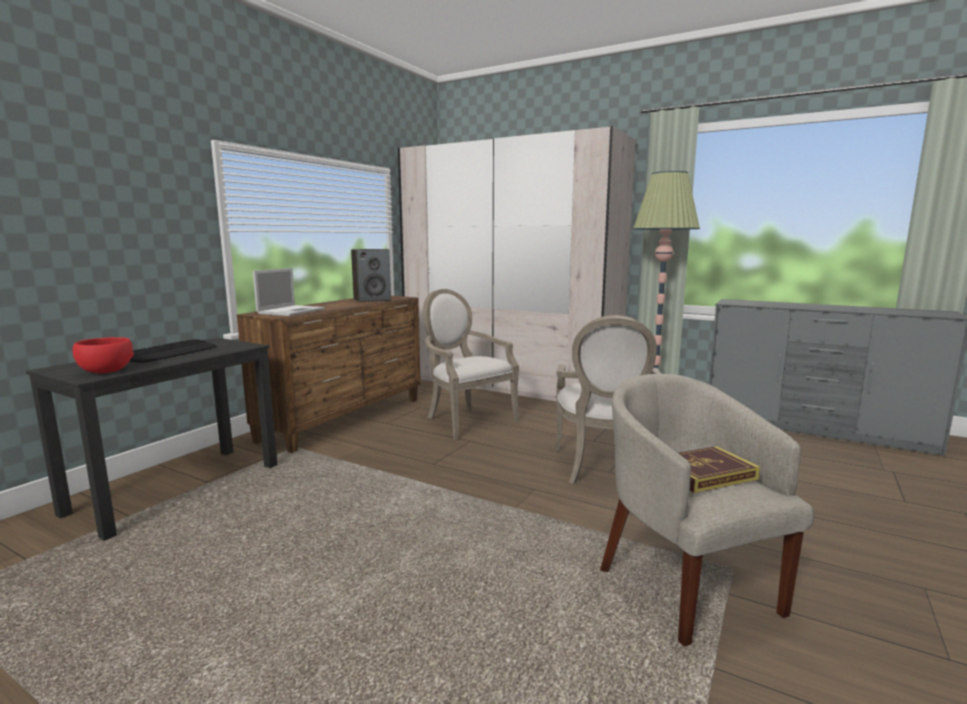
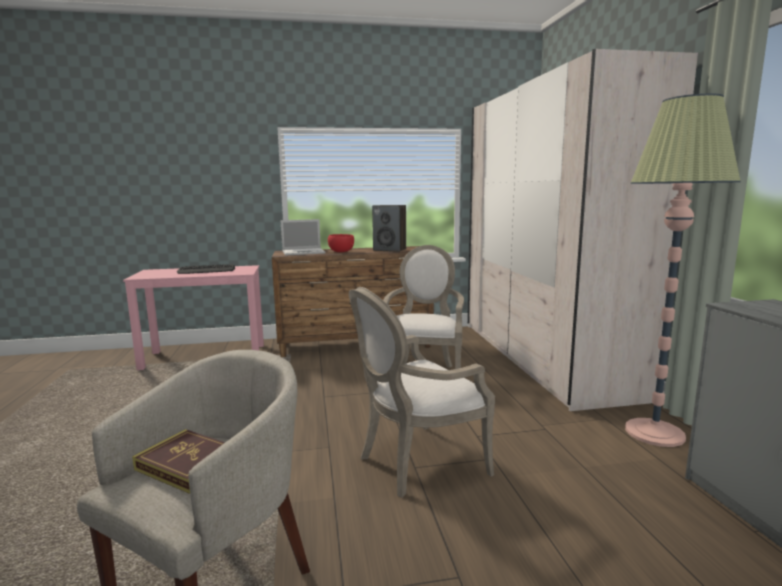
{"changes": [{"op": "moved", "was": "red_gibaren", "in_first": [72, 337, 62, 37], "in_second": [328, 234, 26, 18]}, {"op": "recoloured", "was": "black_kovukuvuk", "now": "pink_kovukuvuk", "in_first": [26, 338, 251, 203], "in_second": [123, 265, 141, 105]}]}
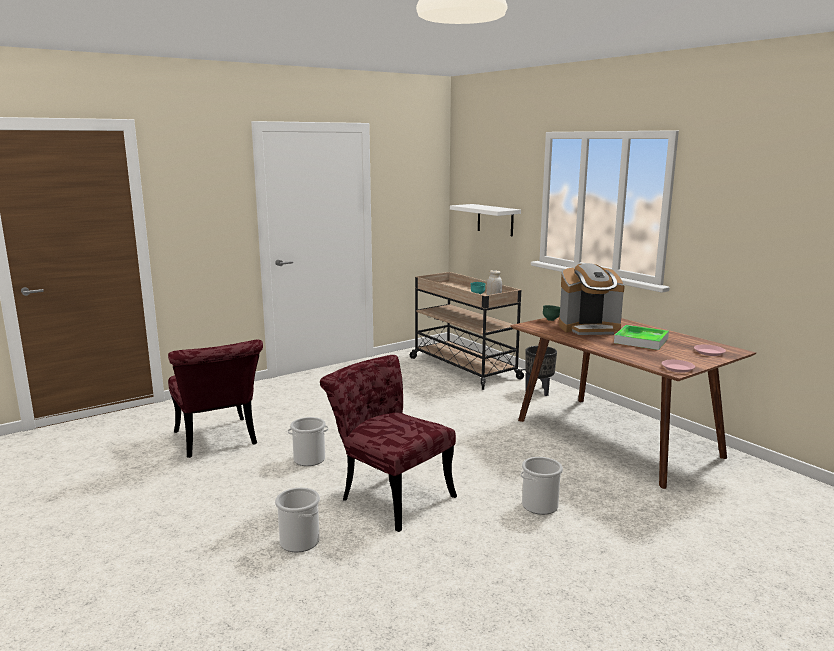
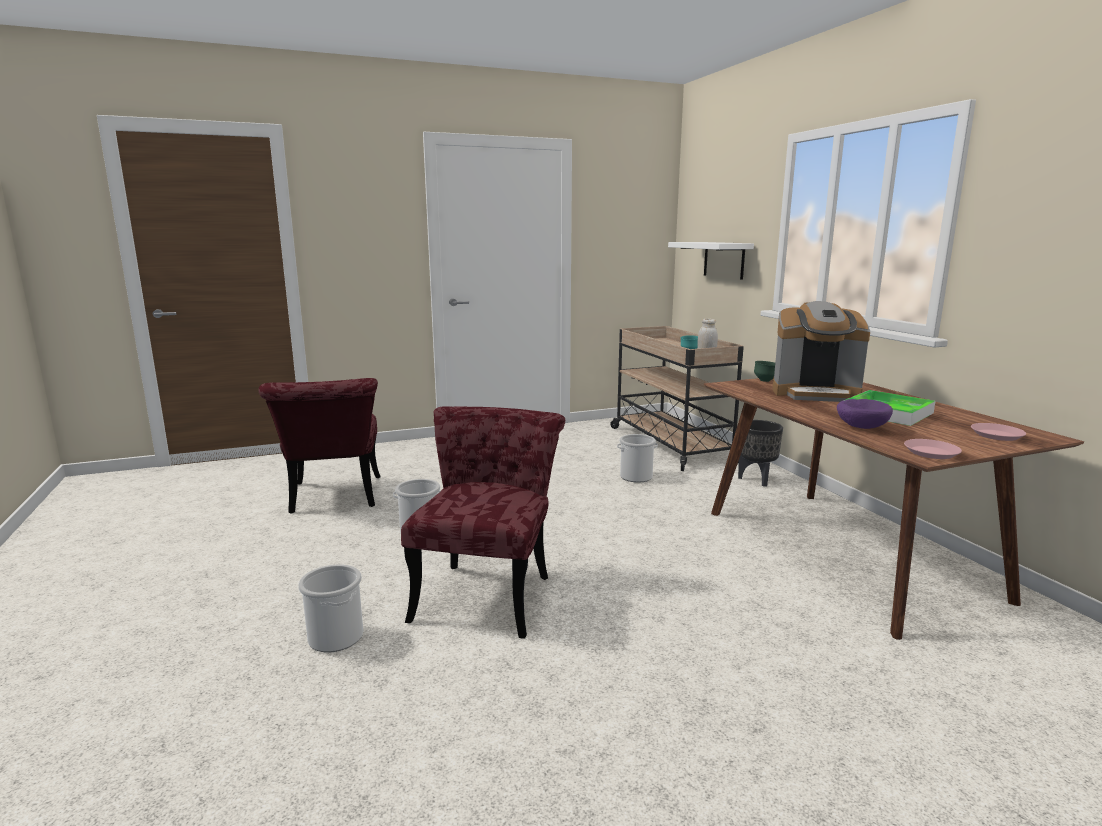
{"changes": [{"op": "added", "now": "purple_gibaren", "in_second": [837, 399, 56, 30]}, {"op": "moved", "was": "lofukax", "in_first": [521, 457, 42, 58], "in_second": [617, 434, 41, 49]}, {"op": "turned", "was": "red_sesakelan", "in_first": [320, 355, 137, 177], "in_second": [401, 406, 164, 233], "clockwise": 45}]}
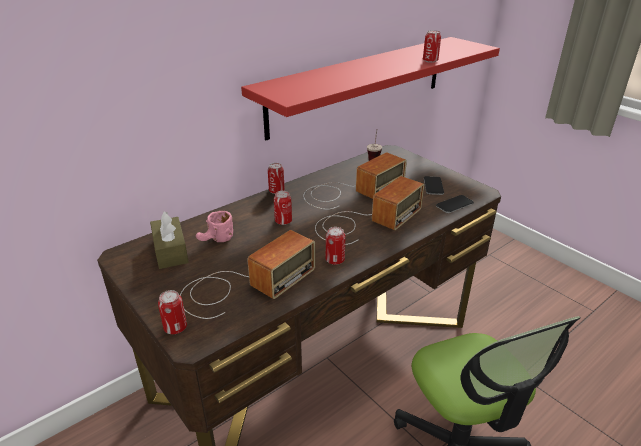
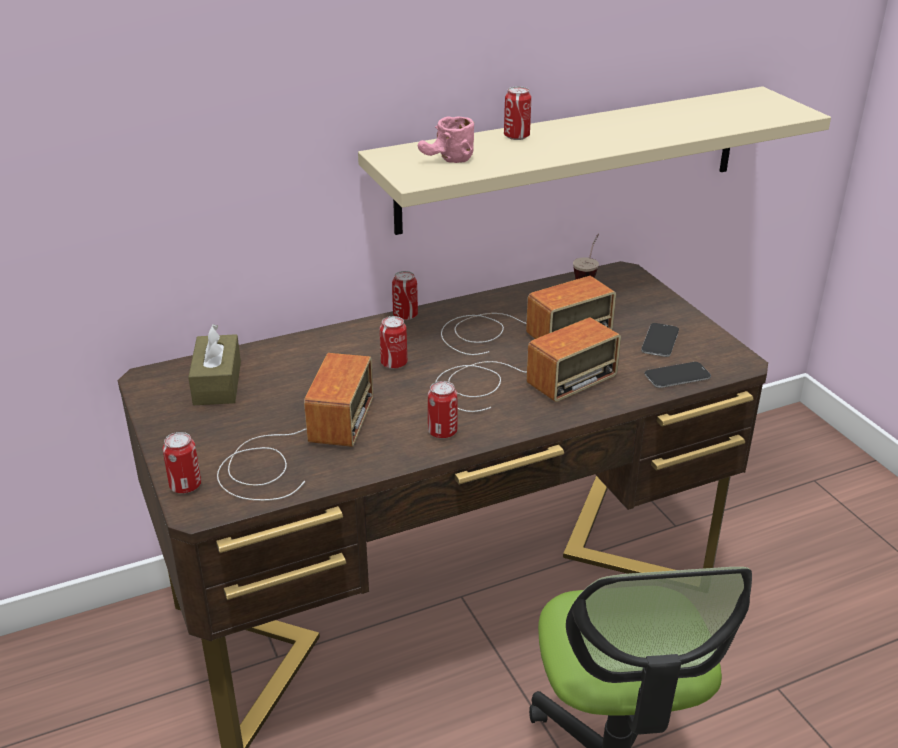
{"changes": [{"op": "moved", "was": "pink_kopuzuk", "in_first": [196, 211, 37, 31], "in_second": [418, 116, 56, 47]}, {"op": "moved", "was": "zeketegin", "in_first": [423, 30, 18, 33], "in_second": [504, 86, 27, 54]}, {"op": "recoloured", "was": "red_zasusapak", "now": "beige_zasusapak", "in_first": [241, 37, 259, 103], "in_second": [358, 86, 473, 149]}, {"op": "turned", "was": "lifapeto", "in_first": [180, 230, 135, 89], "in_second": [217, 353, 156, 148], "clockwise": -45}]}
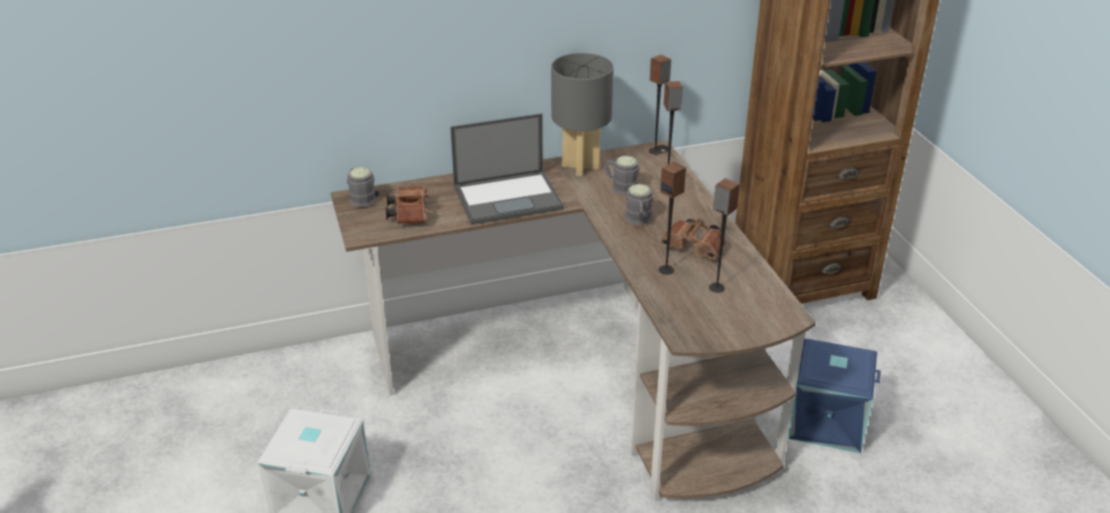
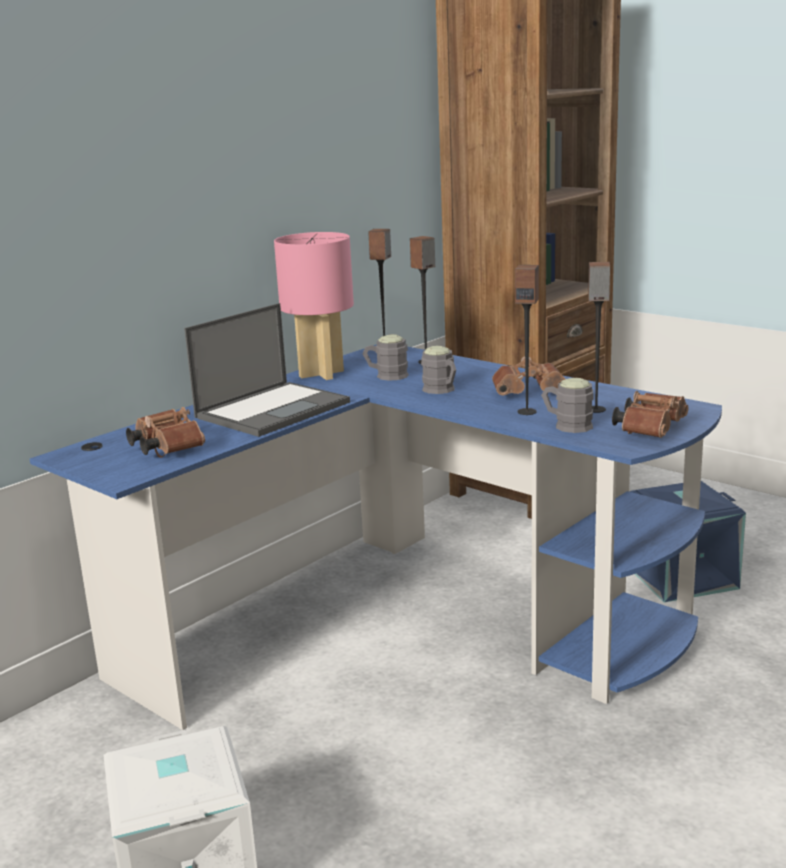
{"changes": [{"op": "added", "now": "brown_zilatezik", "in_second": [612, 391, 76, 47]}, {"op": "moved", "was": "grey_kopuzuk", "in_first": [347, 167, 30, 40], "in_second": [541, 378, 53, 55]}, {"op": "recoloured", "was": "brown_kovukuvuk", "now": "blue_kovukuvuk", "in_first": [331, 140, 485, 361], "in_second": [29, 344, 693, 386]}, {"op": "recoloured", "was": "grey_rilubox", "now": "pink_rilubox", "in_first": [551, 53, 62, 123], "in_second": [274, 232, 80, 148]}]}
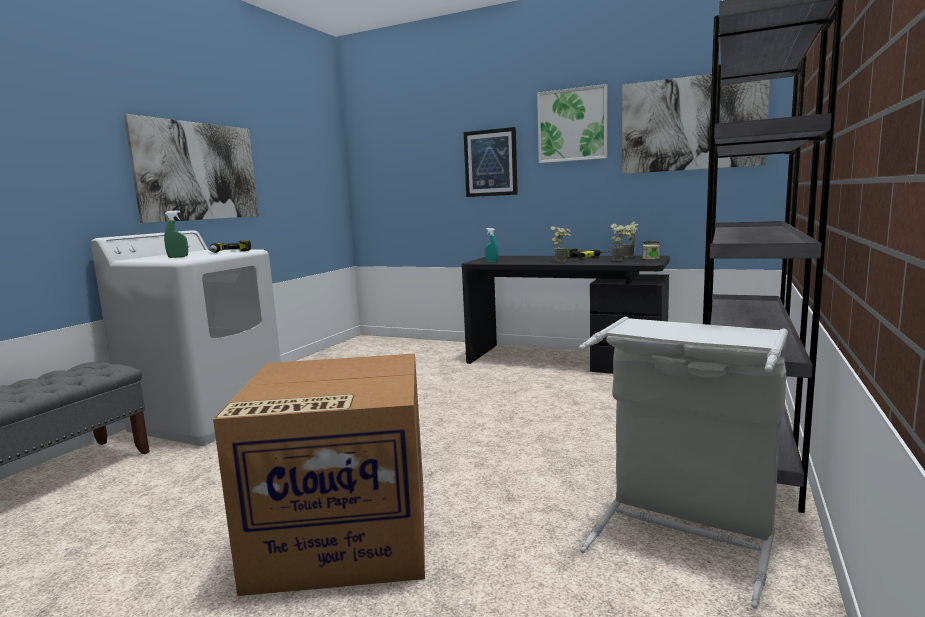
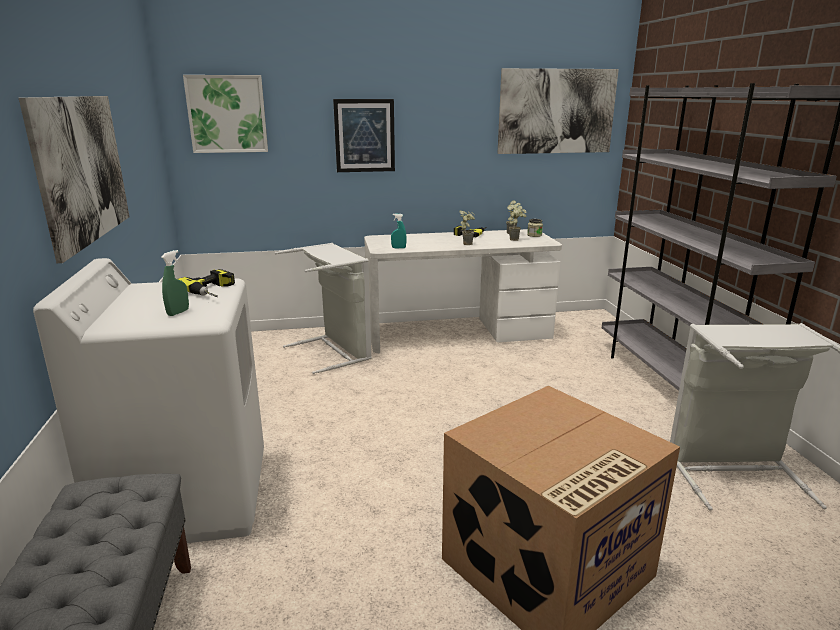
{"changes": [{"op": "added", "now": "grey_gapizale", "in_second": [274, 243, 98, 131]}, {"op": "moved", "was": "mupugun", "in_first": [537, 84, 71, 79], "in_second": [183, 75, 85, 78]}, {"op": "recoloured", "was": "black_kovukuvuk", "now": "white_kovukuvuk", "in_first": [462, 256, 208, 118], "in_second": [364, 229, 198, 124]}]}
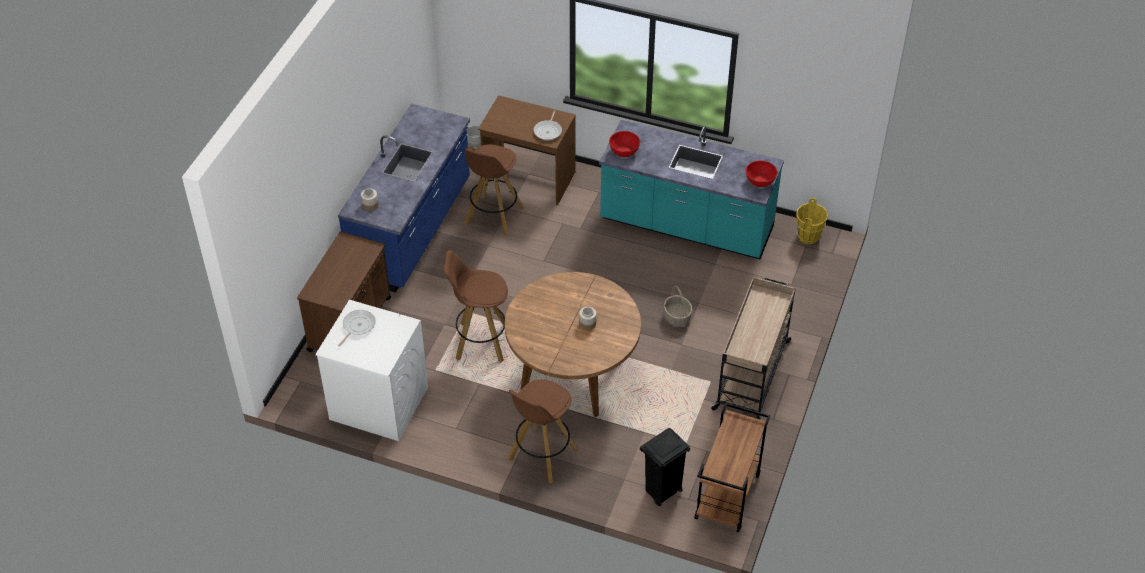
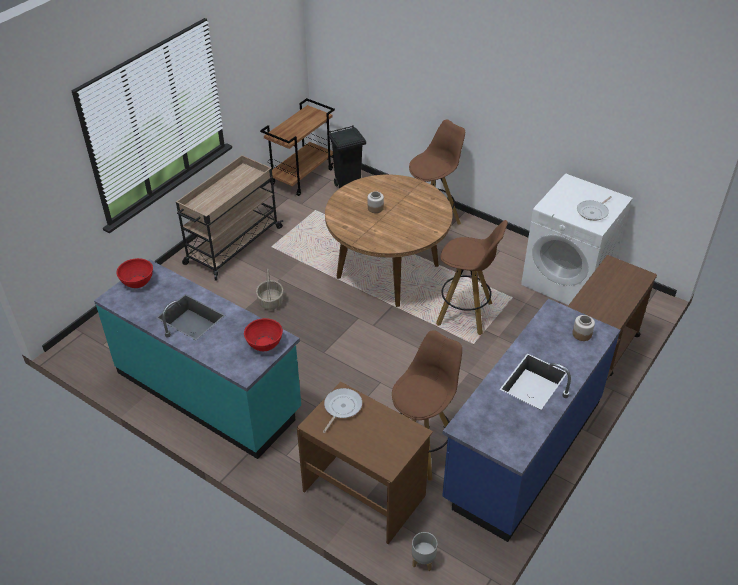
{"changes": [{"op": "removed", "was": "yellow_lofukax", "in_first": [796, 198, 32, 46]}]}
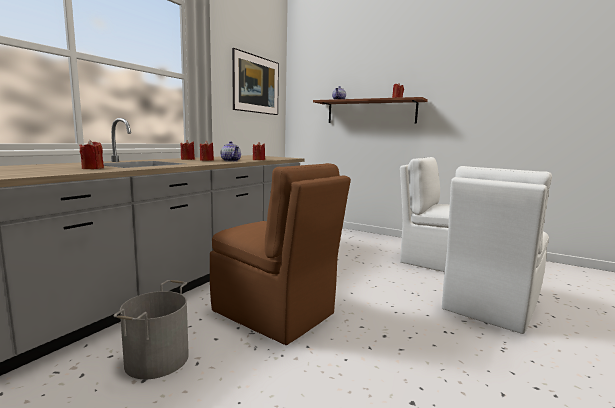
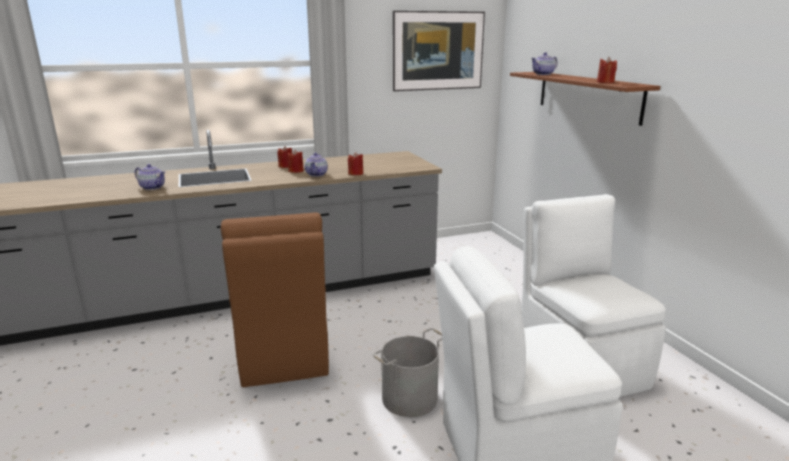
{"changes": [{"op": "moved", "was": "grey_lofukax", "in_first": [114, 280, 75, 99], "in_second": [372, 328, 70, 89]}, {"op": "replaced", "was": "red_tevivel", "now": "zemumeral", "in_first": [79, 140, 25, 29], "in_second": [135, 164, 31, 26]}]}
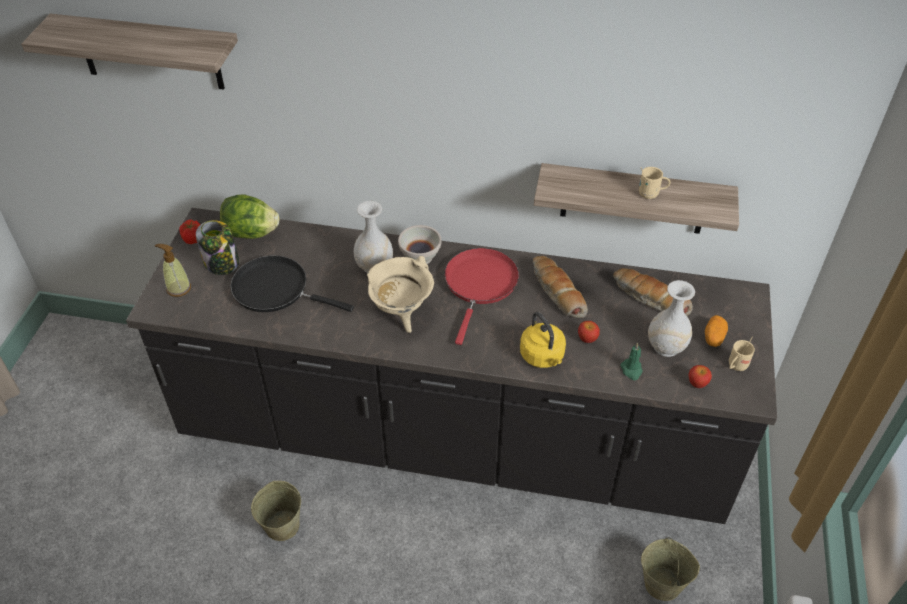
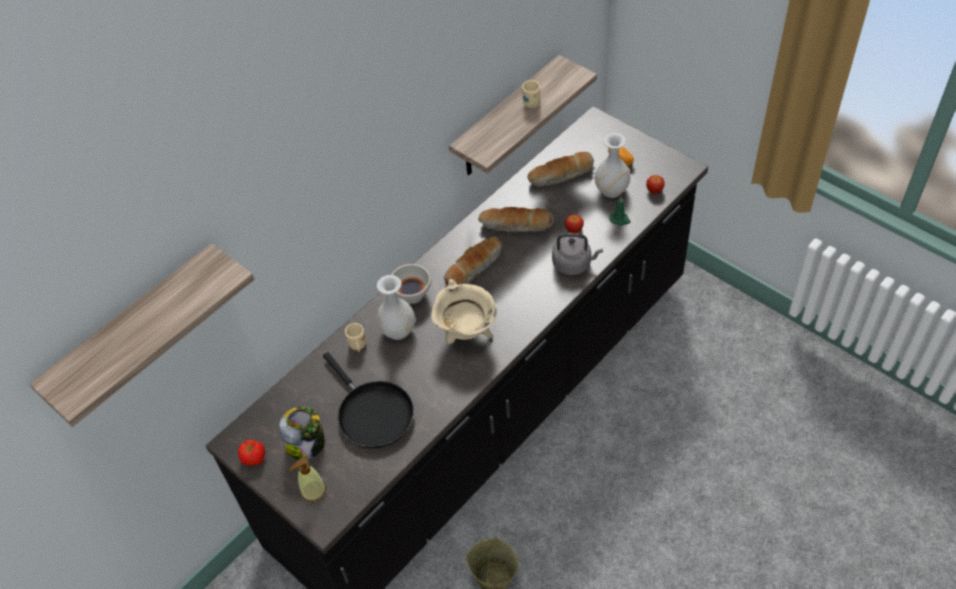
{"changes": [{"op": "removed", "was": "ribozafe", "in_first": [220, 194, 59, 45]}, {"op": "removed", "was": "beige_lofukax", "in_first": [641, 537, 59, 64]}, {"op": "moved", "was": "beige_kopuzuk", "in_first": [729, 336, 26, 35], "in_second": [345, 318, 21, 34]}, {"op": "replaced", "was": "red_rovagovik", "now": "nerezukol", "in_first": [445, 248, 74, 97], "in_second": [443, 236, 59, 51]}, {"op": "recoloured", "was": "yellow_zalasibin", "now": "grey_zalasibin", "in_first": [520, 312, 46, 56], "in_second": [552, 233, 51, 42]}, {"op": "turned", "was": "black_rovagovik", "in_first": [230, 255, 124, 57], "in_second": [323, 352, 91, 96], "clockwise": -90}]}
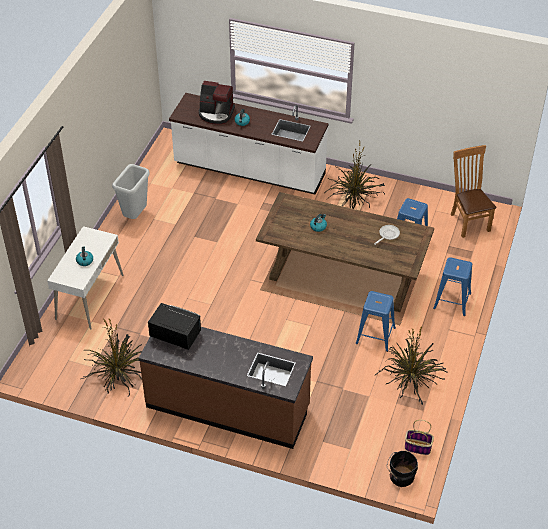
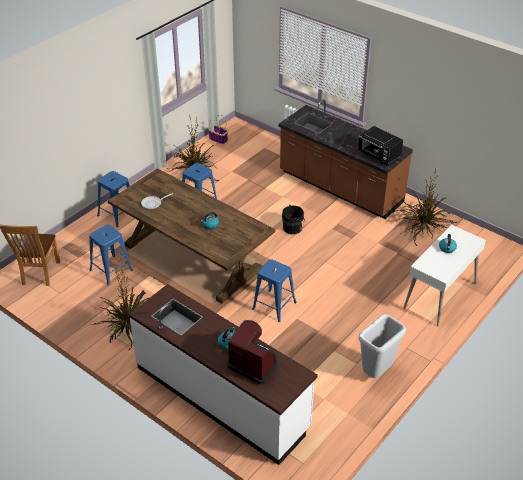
{"changes": [{"op": "added", "now": "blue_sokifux", "in_second": [252, 259, 44, 63]}, {"op": "moved", "was": "black_lofukax", "in_first": [387, 451, 31, 36], "in_second": [282, 205, 23, 29]}]}
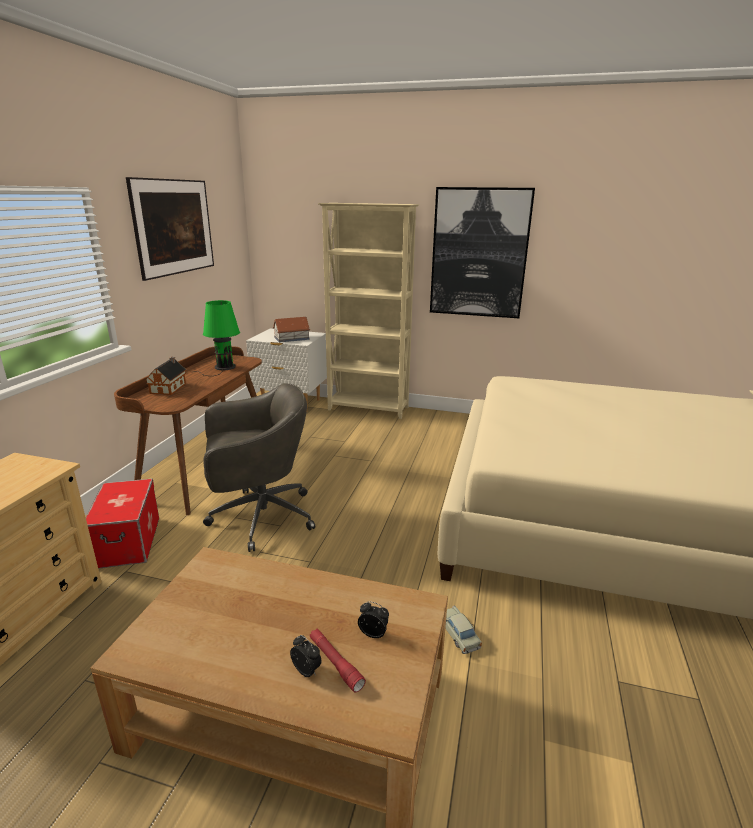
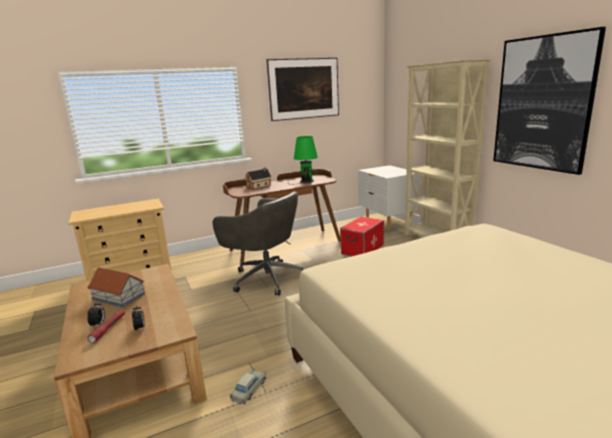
{"changes": [{"op": "moved", "was": "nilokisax", "in_first": [86, 479, 73, 90], "in_second": [340, 217, 44, 39]}, {"op": "moved", "was": "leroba", "in_first": [273, 317, 37, 26], "in_second": [87, 267, 58, 41]}]}
